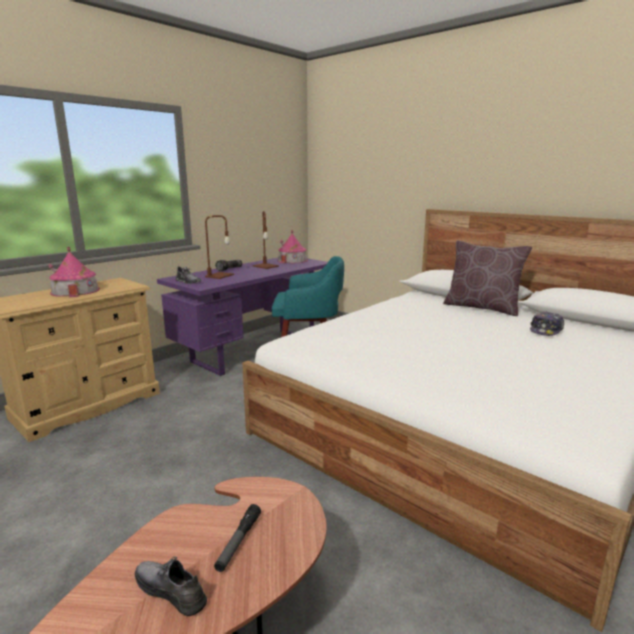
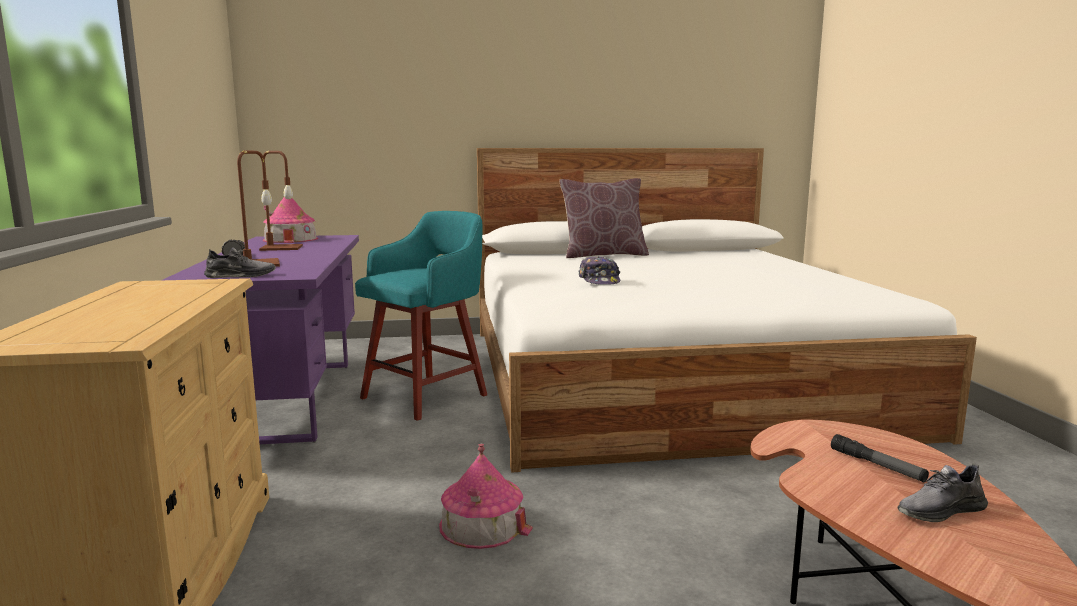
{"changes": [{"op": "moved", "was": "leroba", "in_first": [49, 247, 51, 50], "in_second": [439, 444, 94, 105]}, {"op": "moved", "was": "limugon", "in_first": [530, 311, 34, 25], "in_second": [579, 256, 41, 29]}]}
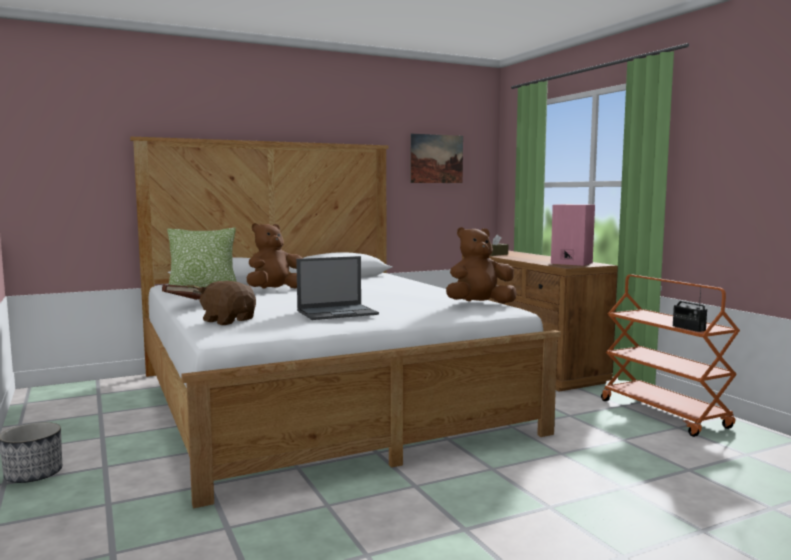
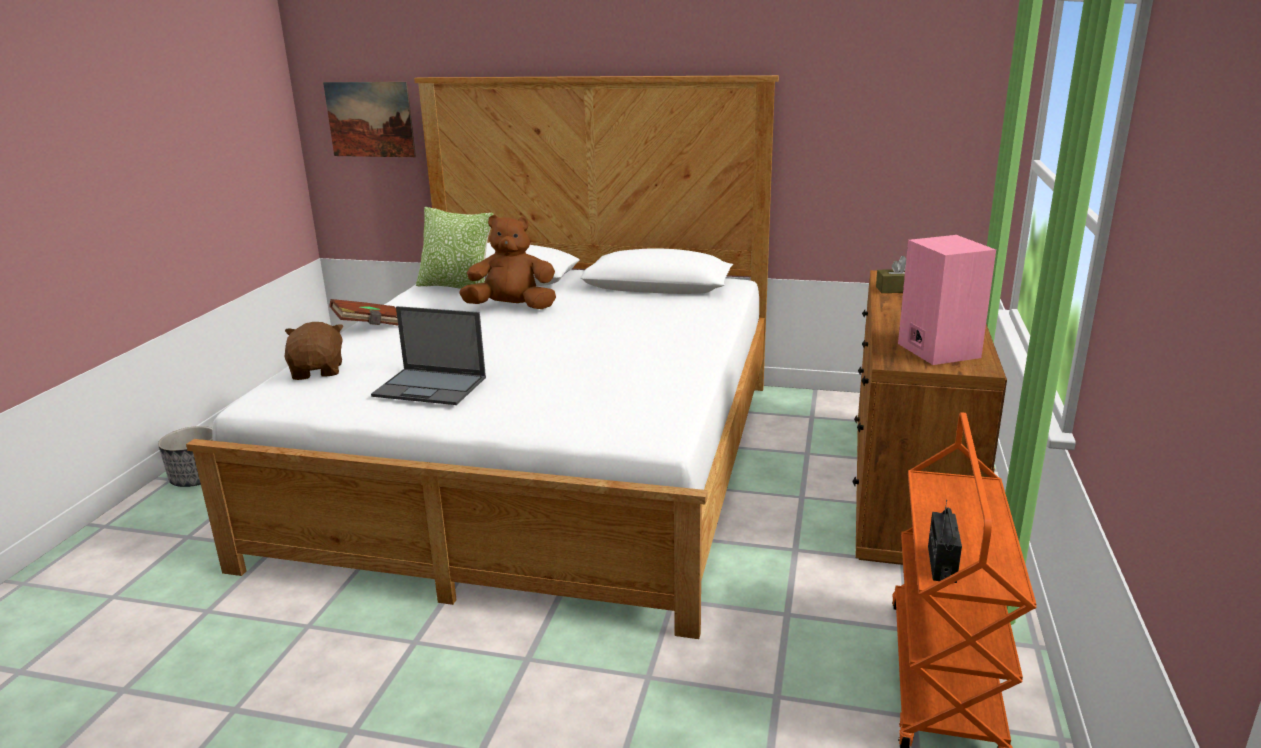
{"changes": [{"op": "removed", "was": "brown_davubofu", "in_first": [446, 227, 71, 77]}, {"op": "moved", "was": "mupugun", "in_first": [410, 134, 53, 49], "in_second": [323, 82, 93, 75]}]}
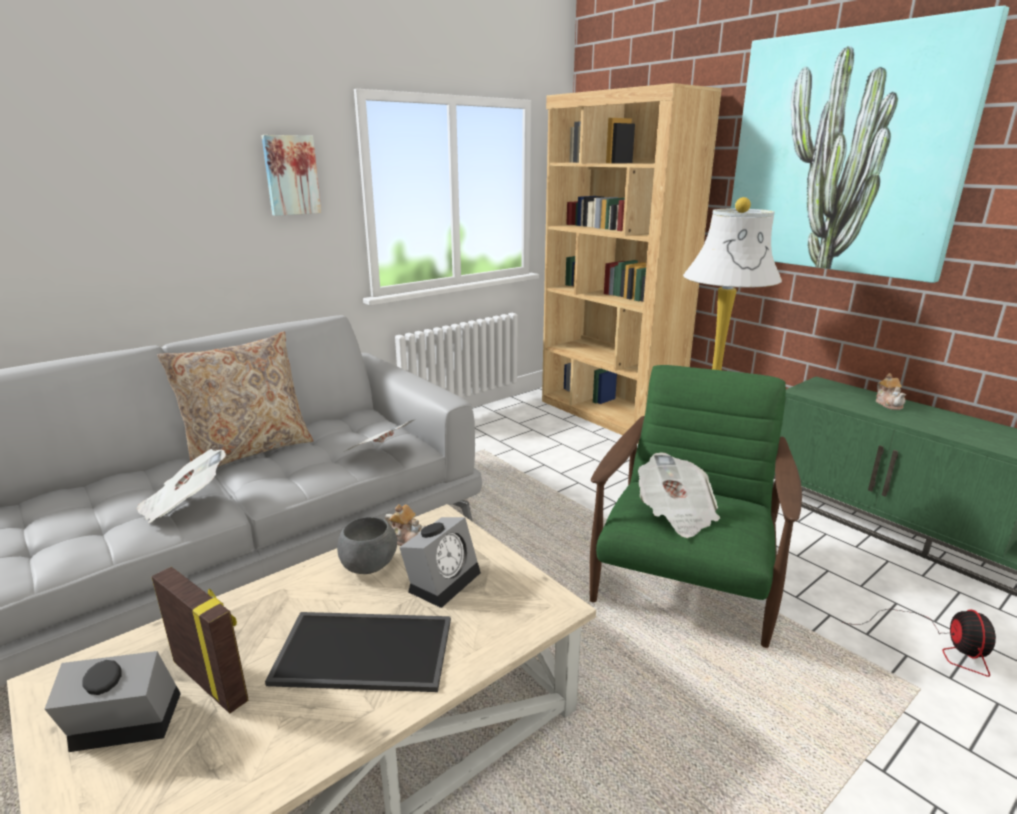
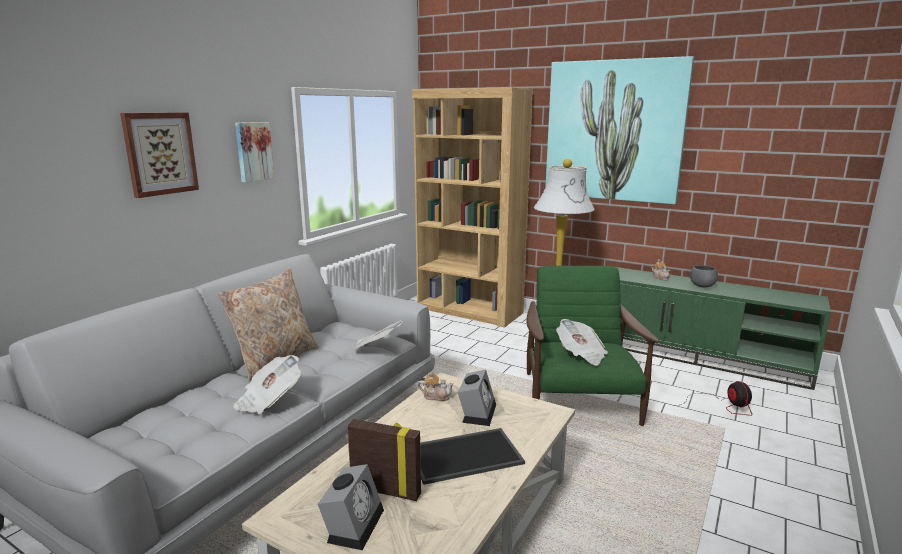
{"changes": [{"op": "added", "now": "mupugun", "in_second": [120, 113, 79, 85]}, {"op": "moved", "was": "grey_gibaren", "in_first": [337, 517, 60, 57], "in_second": [690, 265, 28, 22]}, {"op": "turned", "was": "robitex", "in_first": [45, 651, 136, 101], "in_second": [318, 464, 66, 86], "clockwise": 135}]}
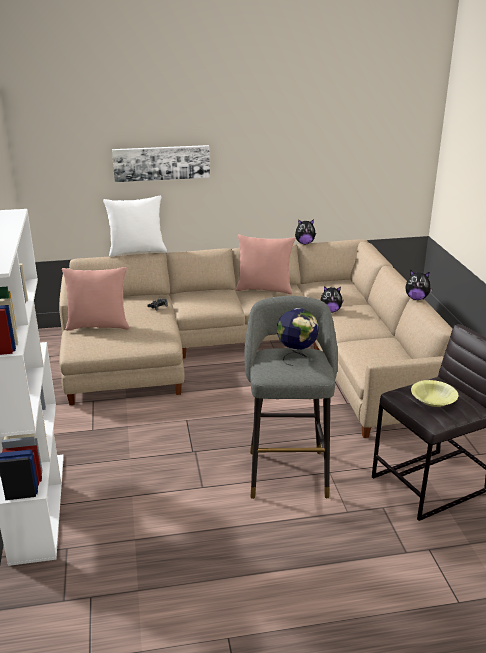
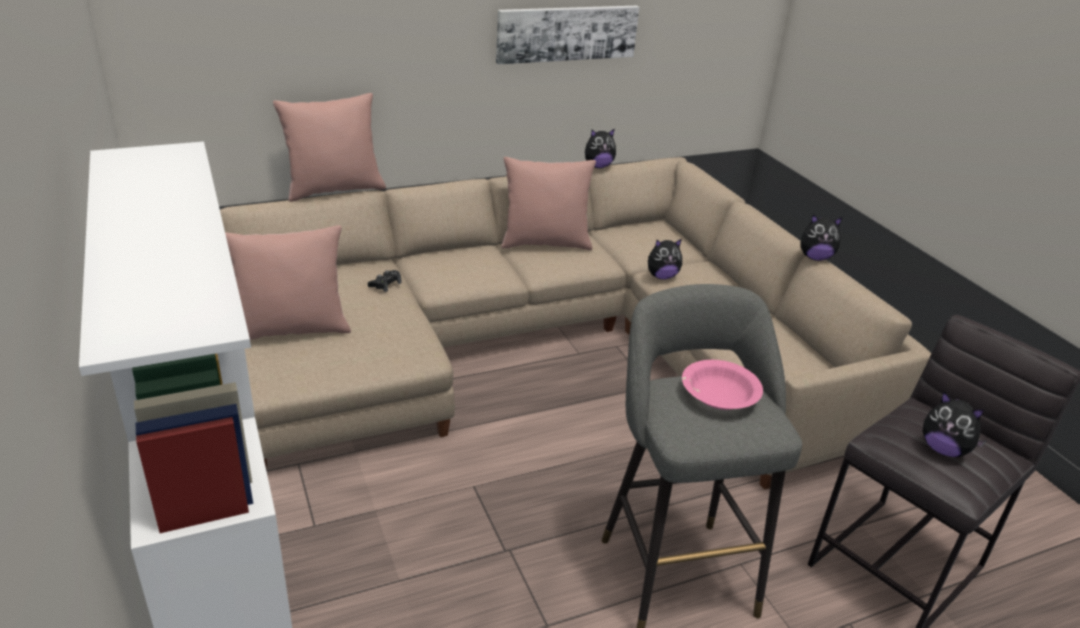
{"changes": [{"op": "moved", "was": "mupugun", "in_first": [112, 145, 98, 37], "in_second": [496, 6, 143, 58]}, {"op": "replaced", "was": "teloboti", "now": "pink_gibaren", "in_first": [277, 308, 42, 58], "in_second": [682, 360, 81, 50]}, {"op": "replaced", "was": "yellow_gibaren", "now": "davubofu", "in_first": [411, 380, 47, 27], "in_second": [923, 392, 63, 65]}, {"op": "recoloured", "was": "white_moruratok", "now": "pink_moruratok", "in_first": [103, 196, 64, 61], "in_second": [273, 93, 113, 109]}]}
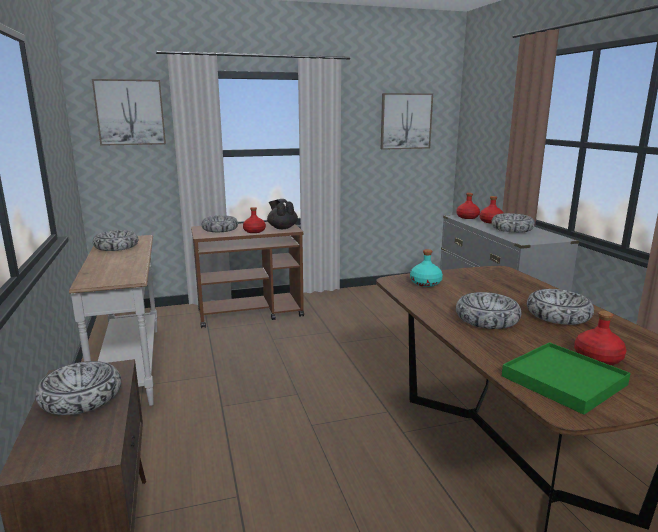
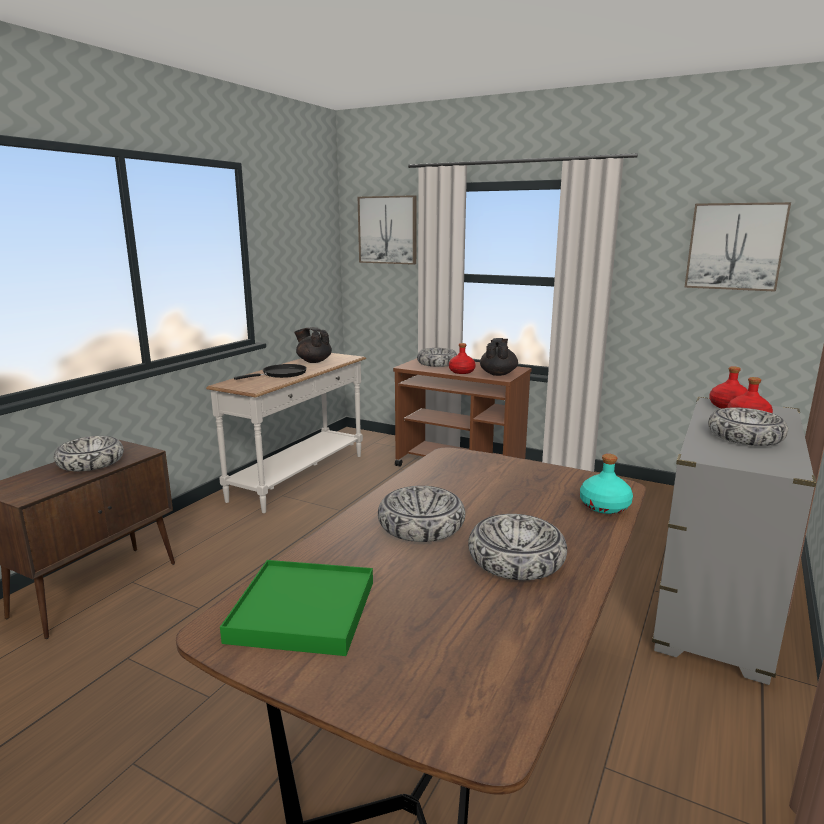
{"changes": [{"op": "removed", "was": "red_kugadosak", "in_first": [574, 311, 53, 54]}, {"op": "added", "now": "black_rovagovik", "in_second": [234, 364, 73, 16]}, {"op": "moved", "was": "turquoise_kugadosak", "in_first": [410, 249, 33, 38], "in_second": [580, 454, 53, 60]}, {"op": "replaced", "was": "gibaren", "now": "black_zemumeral", "in_first": [93, 230, 45, 21], "in_second": [294, 327, 38, 36]}]}
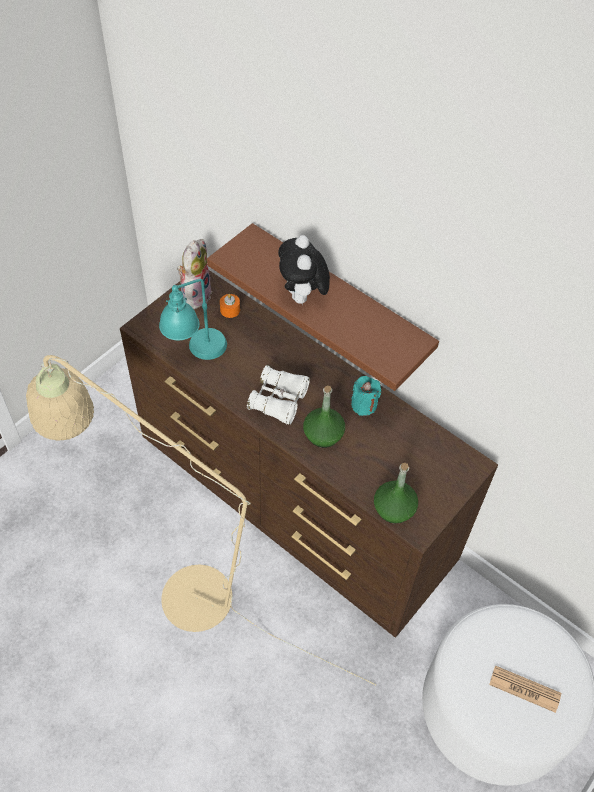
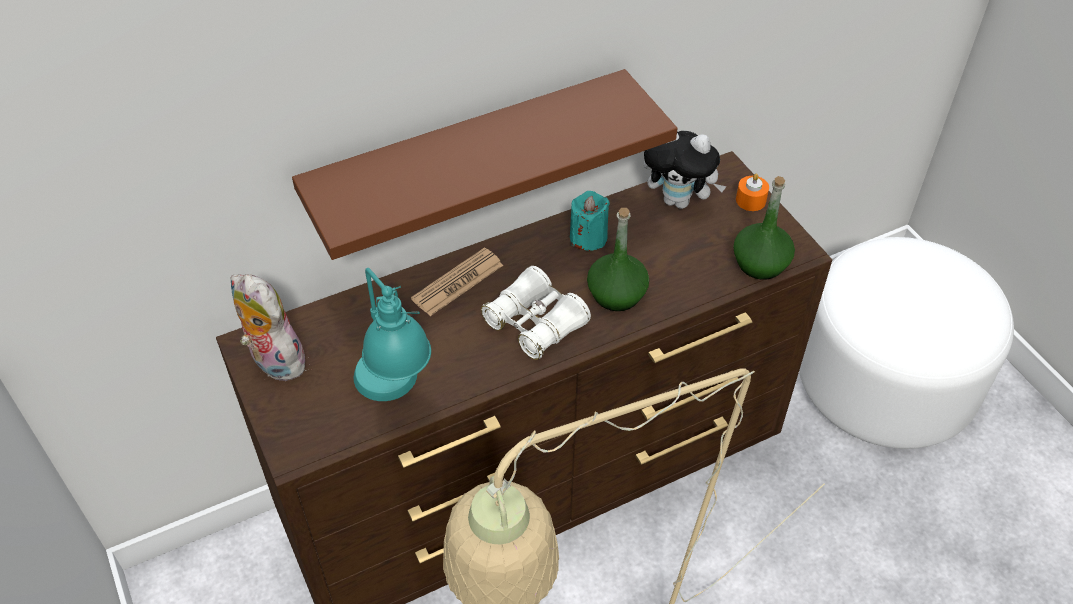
{"changes": [{"op": "moved", "was": "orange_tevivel", "in_first": [220, 294, 20, 24], "in_second": [736, 174, 33, 37]}, {"op": "moved", "was": "davubofu", "in_first": [278, 235, 52, 70], "in_second": [644, 131, 83, 78]}, {"op": "moved", "was": "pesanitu", "in_first": [489, 665, 72, 48], "in_second": [411, 248, 92, 68]}]}
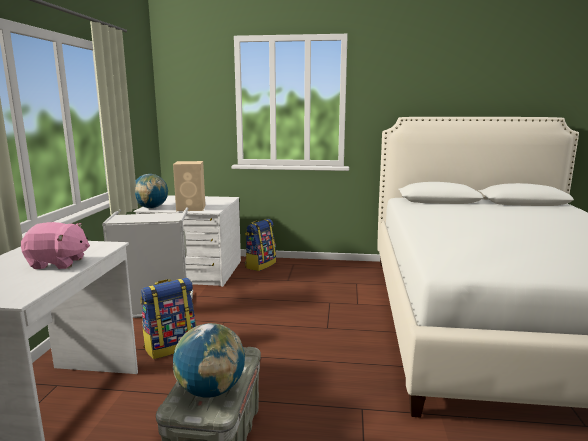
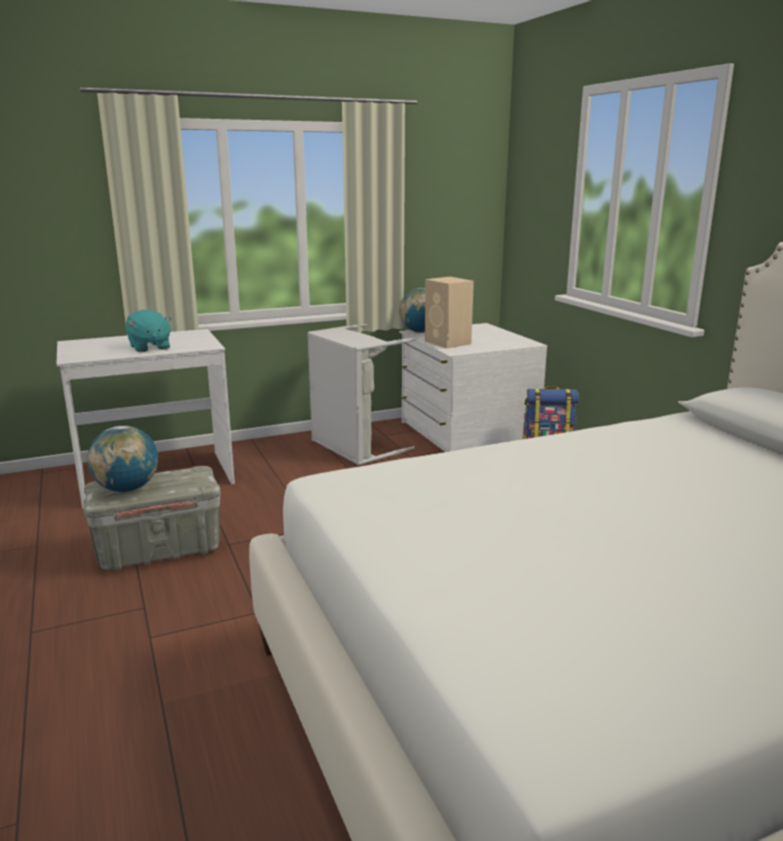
{"changes": [{"op": "removed", "was": "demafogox", "in_first": [140, 278, 56, 81]}, {"op": "recoloured", "was": "pink_davubofu", "now": "turquoise_davubofu", "in_first": [21, 222, 69, 47], "in_second": [126, 310, 46, 42]}]}
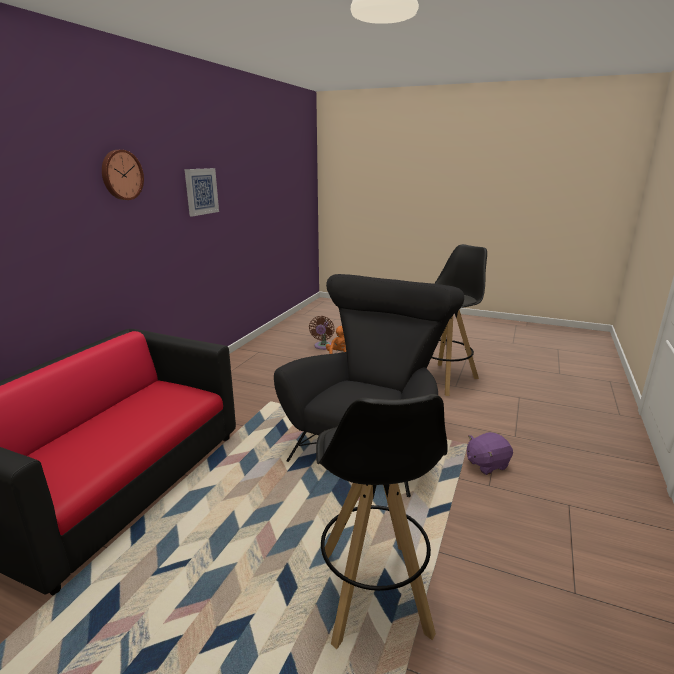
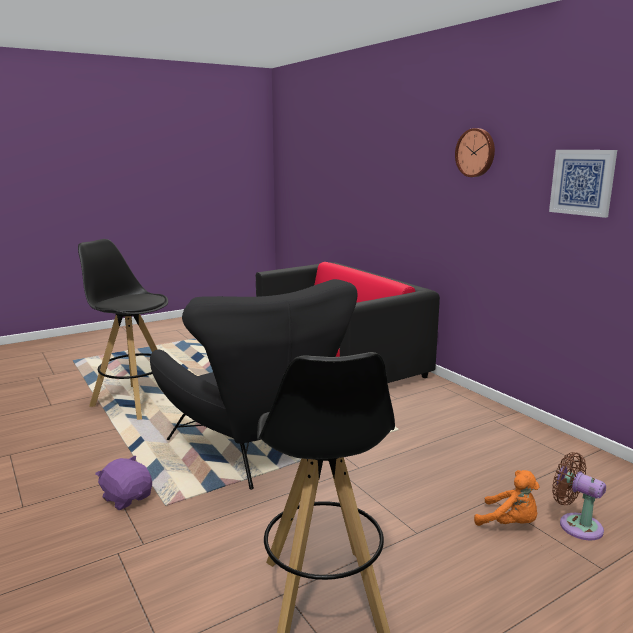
{"changes": [{"op": "turned", "was": "purple_davubofu", "in_first": [467, 432, 46, 43], "in_second": [95, 456, 57, 54], "clockwise": -60}]}
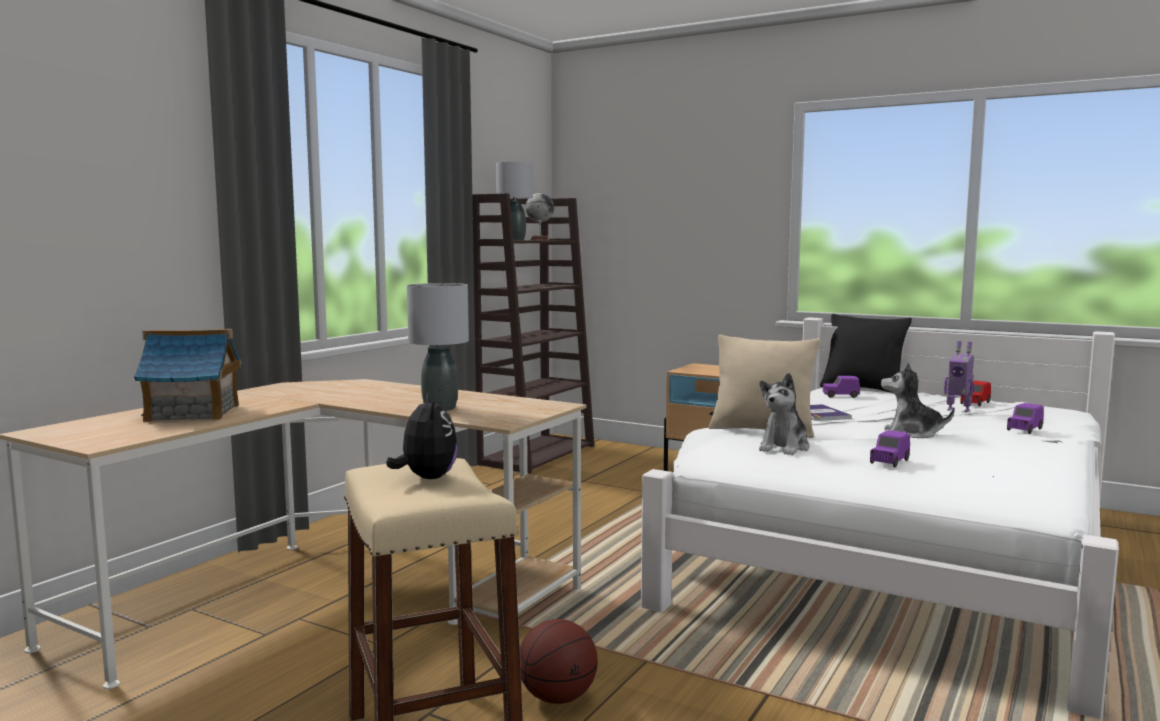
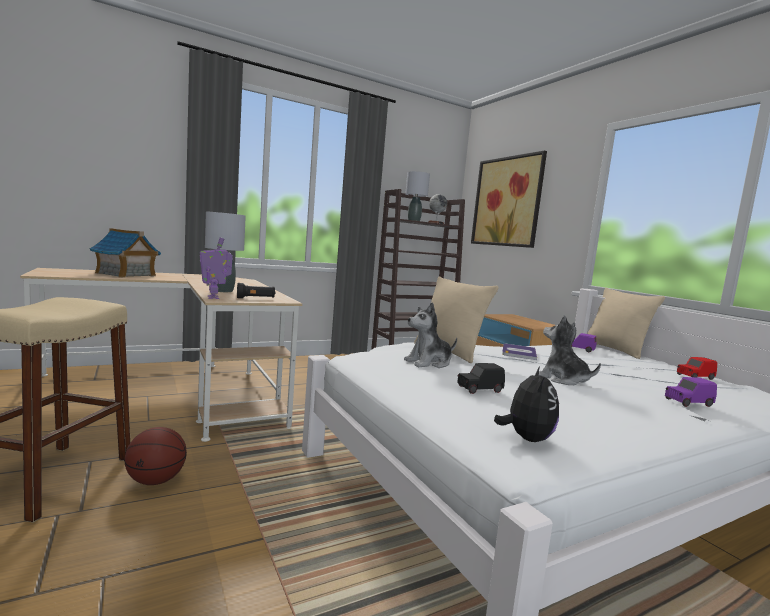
{"changes": [{"op": "added", "now": "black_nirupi", "in_second": [237, 283, 39, 15]}, {"op": "added", "now": "mupugun", "in_second": [471, 151, 76, 97]}, {"op": "moved", "was": "davubofu", "in_first": [387, 393, 71, 86], "in_second": [494, 366, 65, 76]}, {"op": "moved", "was": "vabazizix", "in_first": [944, 341, 30, 72], "in_second": [200, 237, 33, 62]}, {"op": "recoloured", "was": "black_moruratok", "now": "beige_moruratok", "in_first": [820, 314, 92, 79], "in_second": [587, 288, 78, 71]}, {"op": "recoloured", "was": "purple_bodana", "now": "black_bodana", "in_first": [870, 430, 40, 38], "in_second": [457, 363, 48, 31]}]}
